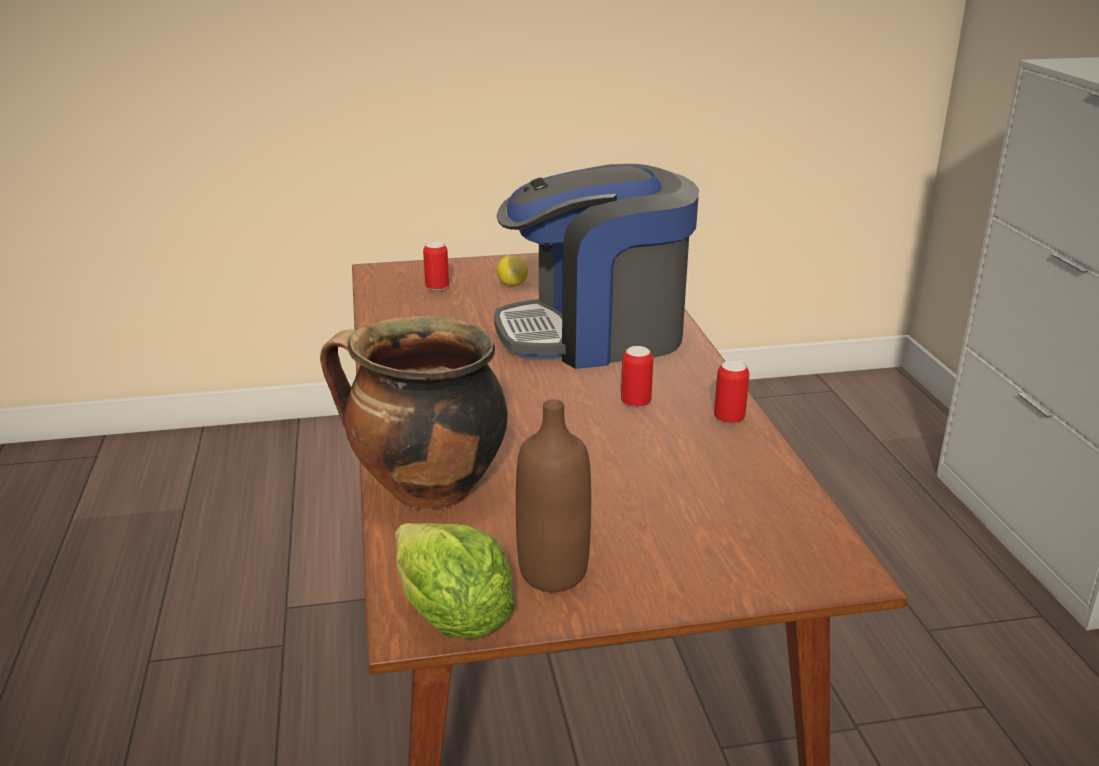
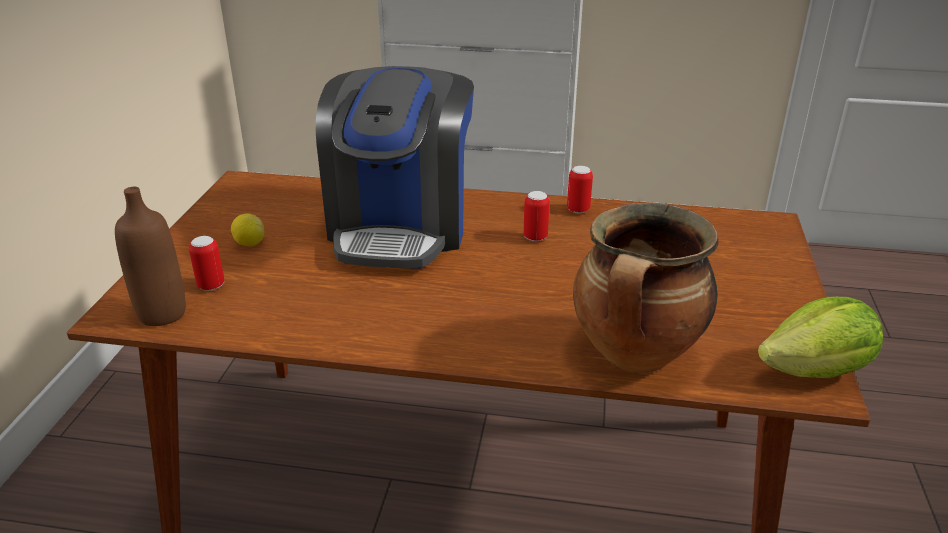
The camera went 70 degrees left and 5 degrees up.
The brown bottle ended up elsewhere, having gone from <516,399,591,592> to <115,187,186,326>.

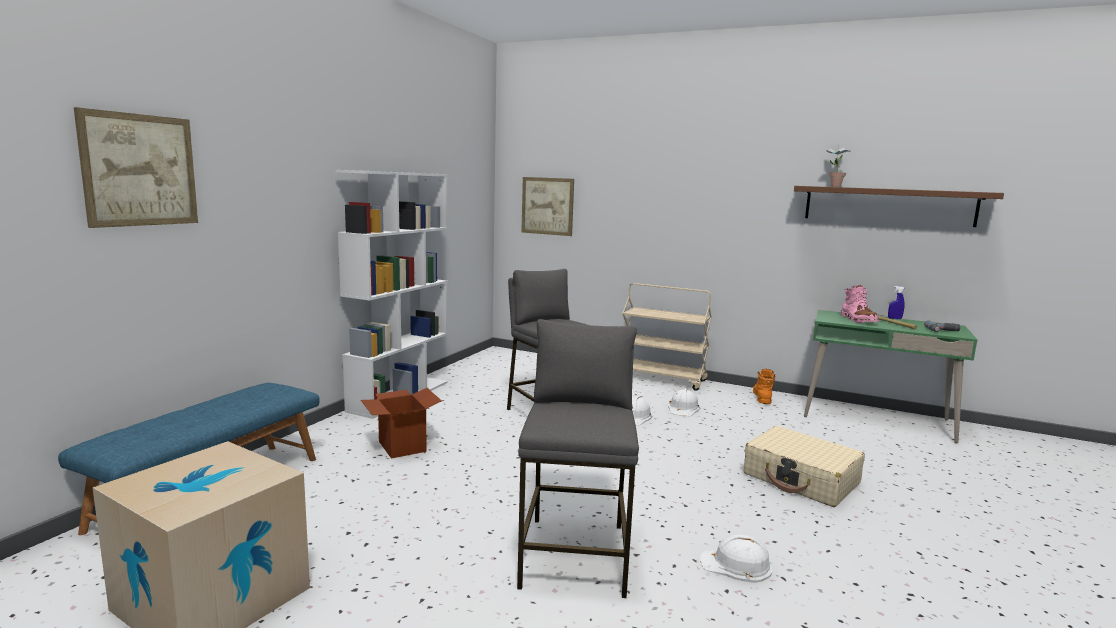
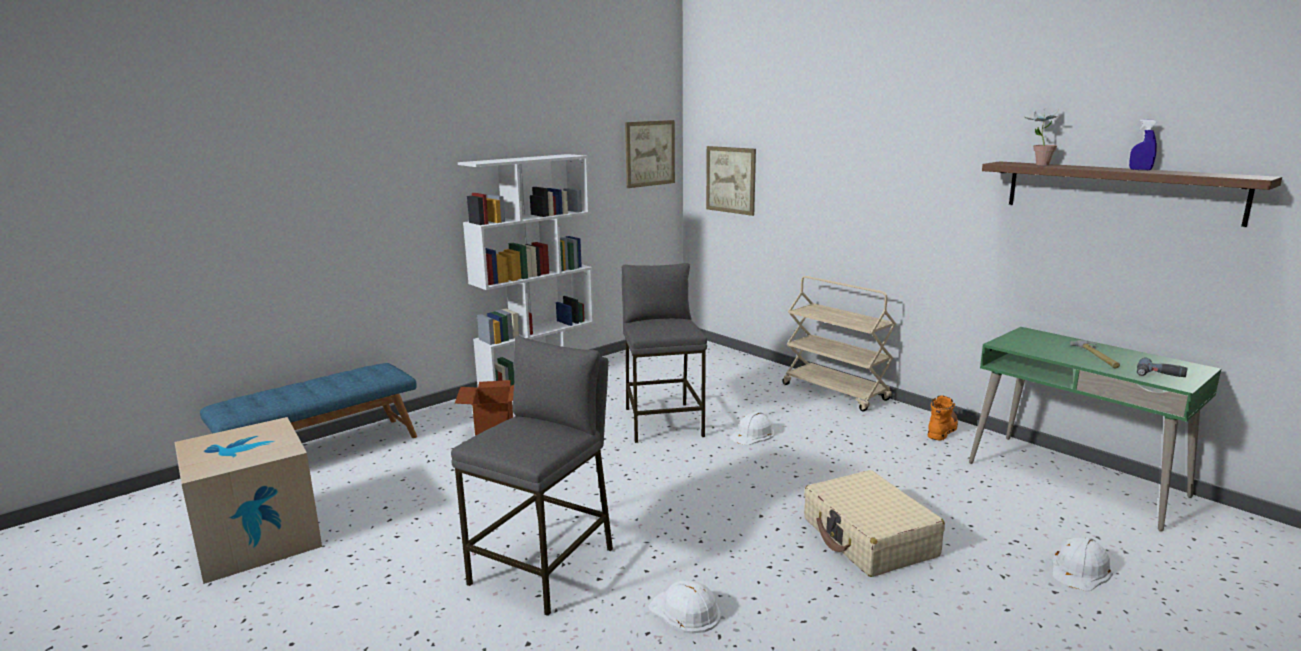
The camera went 25 degrees right and 5 degrees up.
The picture ended up elsewhere, having gone from <74,107,198,228> to <625,120,675,188>.
The second view lost the pink boot at <841,285,879,323>.
The blue spray bottle ended up elsewhere, having gone from <888,286,905,319> to <1129,119,1157,170>.
The white hard hat ended up elsewhere, having gone from <668,389,700,416> to <1052,537,1113,591>.

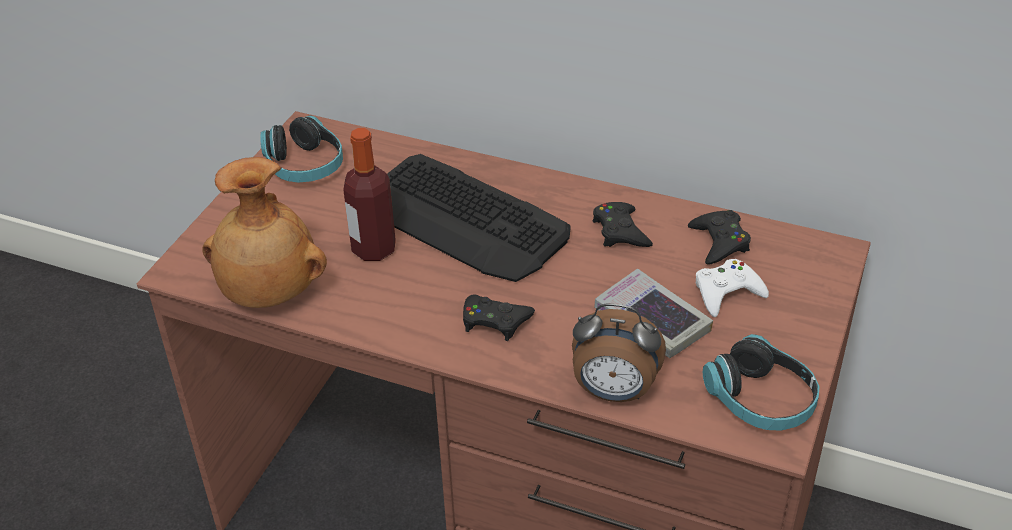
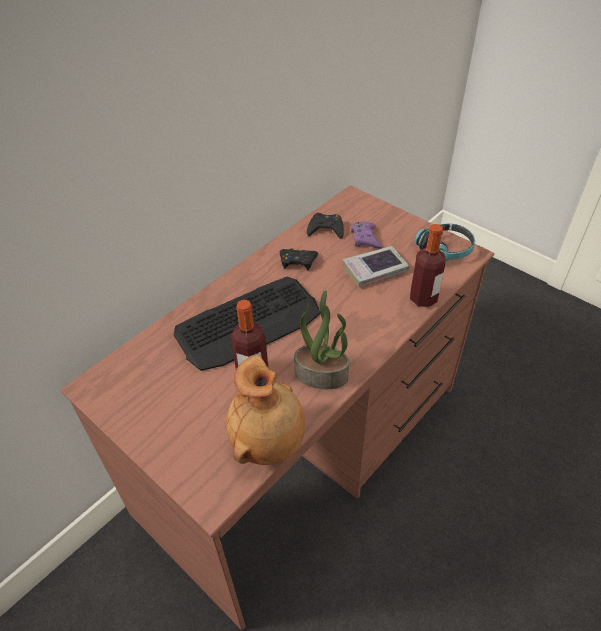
The camera went 70 degrees left and 5 degrees up.
The second view lost the headphones at <260,115,343,183>.
What was the white game controller at <696,259,769,317> turned into the purple game controller at <351,222,383,248>.
The second view lost the black game controller at <463,294,535,341>.
Where the alarm clock stood at <572,304,666,402>, the bottle came to stand at <410,224,445,307>.
The second view gained the potted plant at <294,290,349,389>.

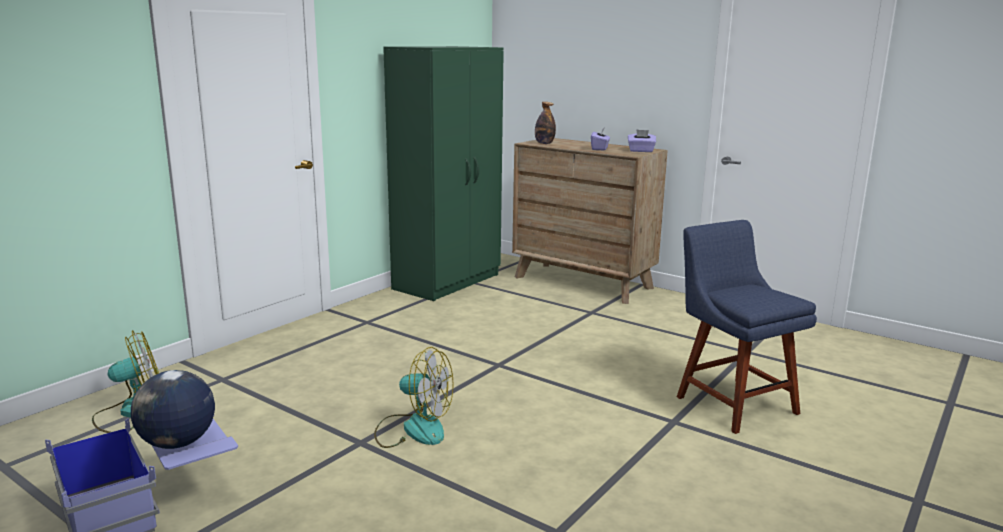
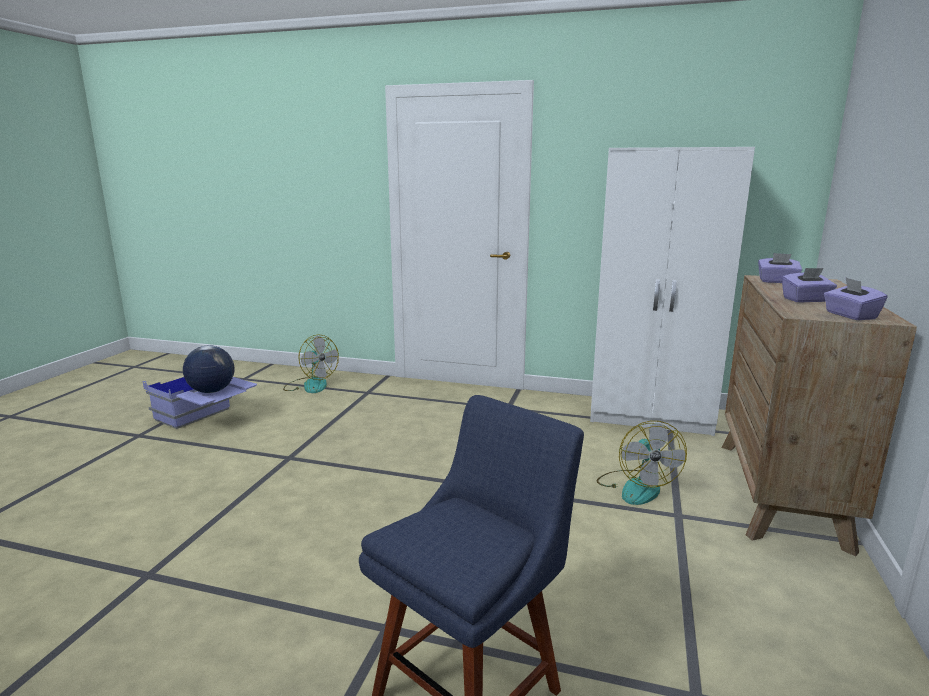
The camera went 70 degrees right and 0 degrees up.
What was the green wardrobe at <383,46,504,301> turned into the white wardrobe at <590,147,755,436>.
Where the bottle stood at <535,102,556,144>, the purple tissue box came to stand at <758,253,802,283>.
The fan ended up elsewhere, having gone from <374,347,454,448> to <597,421,687,505>.

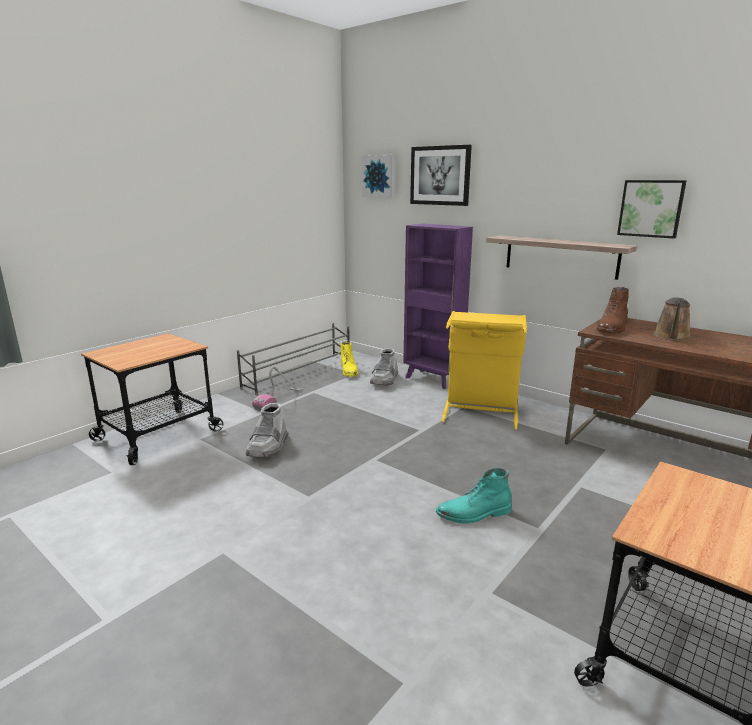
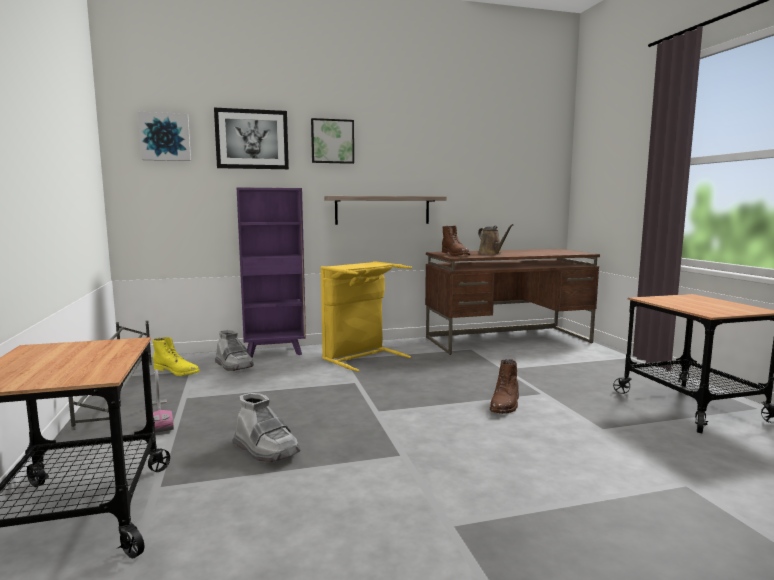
The camera went 55 degrees left and 10 degrees down.
The picture ended up elsewhere, having gone from <617,180,687,239> to <311,118,354,164>.
What was the turquoise boot at <436,468,512,523> turned into the brown boot at <490,359,519,414>.

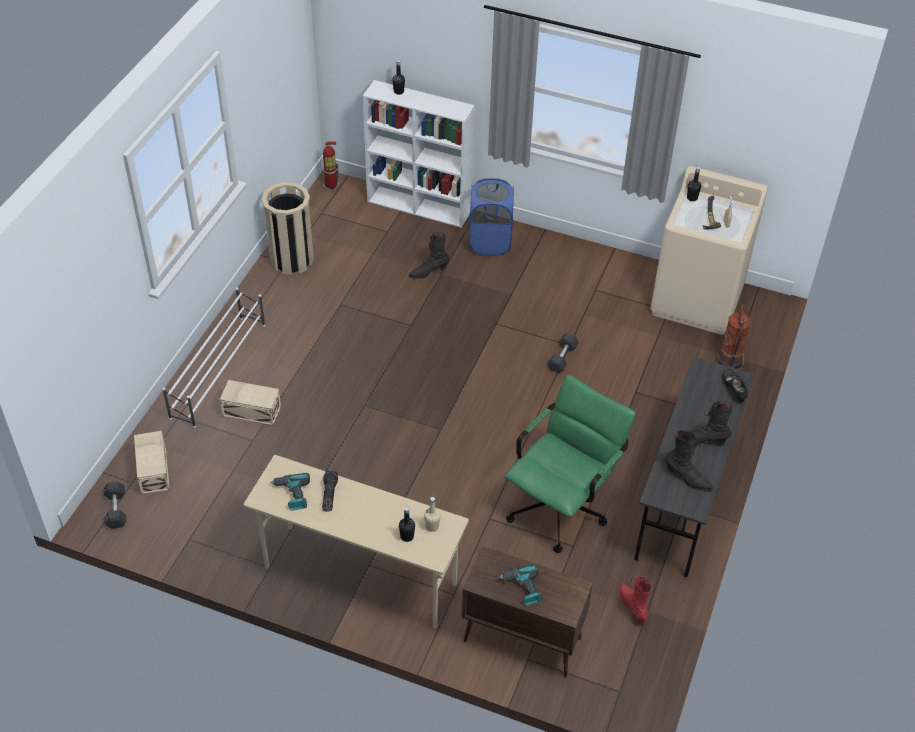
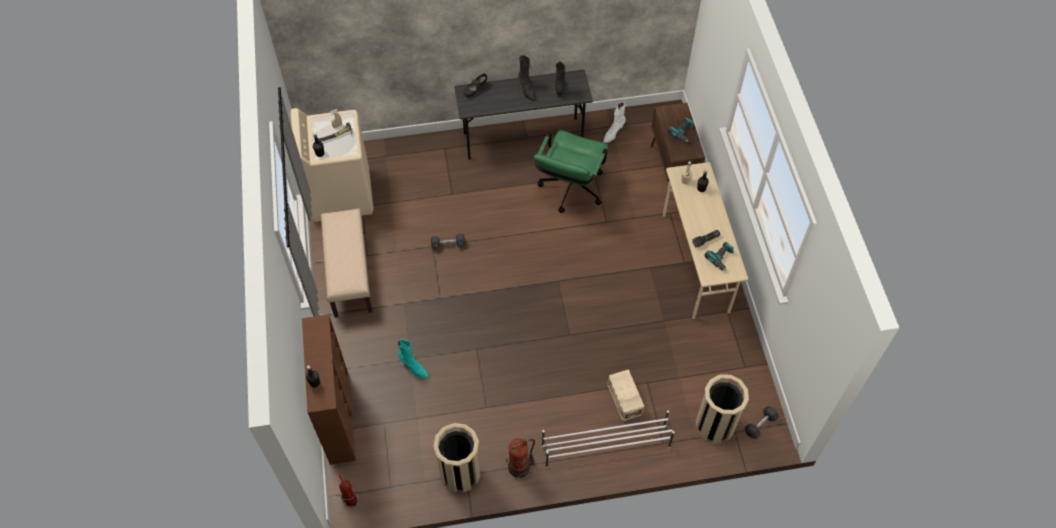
The camera went 120 degrees left and 10 degrees up.
What was the white bookcase at <363,80,475,228> turned into the brown bookcase at <302,315,356,465>.
The second view lost the blue laundry basket at <469,178,514,256>.
What was the black boot at <409,232,449,279> turned into the turquoise boot at <398,340,429,379>.
The fire extinguisher ended up elsewhere, having gone from <716,304,751,370> to <506,438,535,480>.
The green office chair at <505,375,636,553> ended up facing another way, 75 degrees counterclockwise from before.
Where the beige storage box stood at <134,431,170,495>, the beige trash can came to stand at <695,374,749,444>.
What was the red boot at <619,576,652,624> turned into the white boot at <603,102,626,143>.
The second view gained the beige bench at <321,209,373,318>.

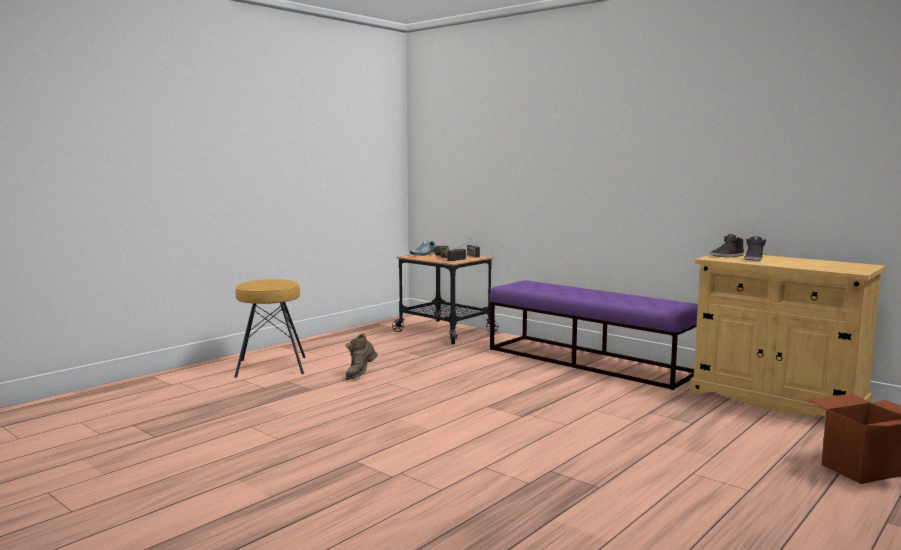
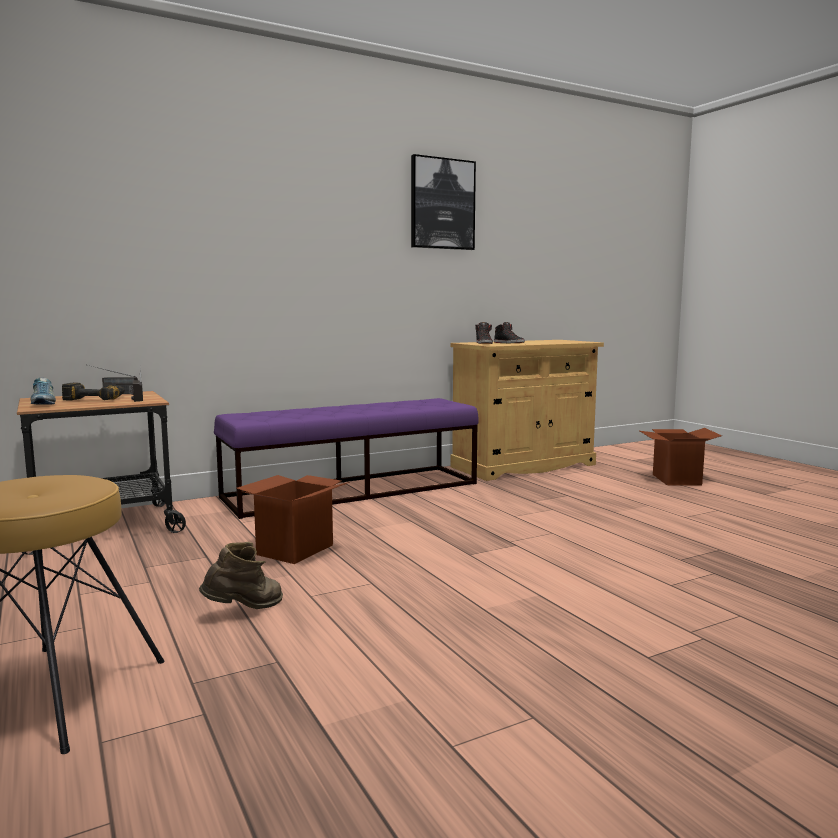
The camera went 70 degrees left and 0 degrees up.
The brown boot at <345,333,378,380> ended up facing another way, 90 degrees counterclockwise from before.
The second view gained the picture at <411,154,476,250>.
The second view gained the cardboard box at <236,475,350,564>.

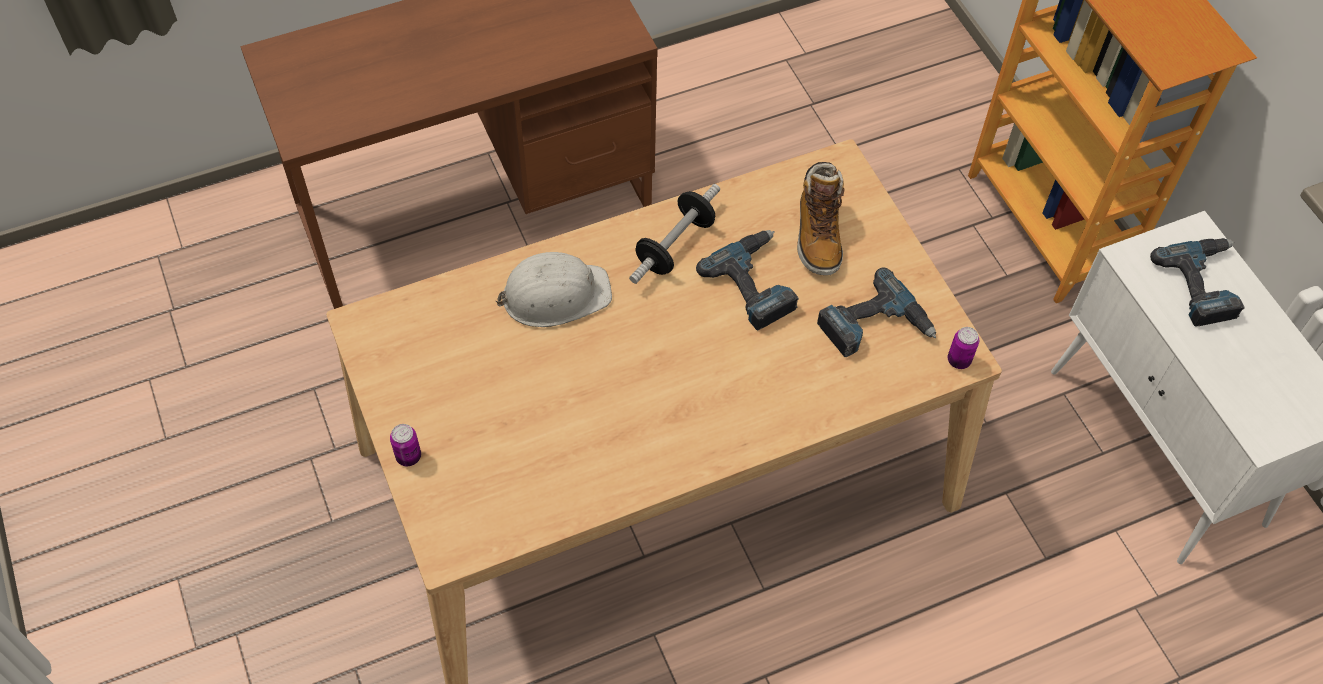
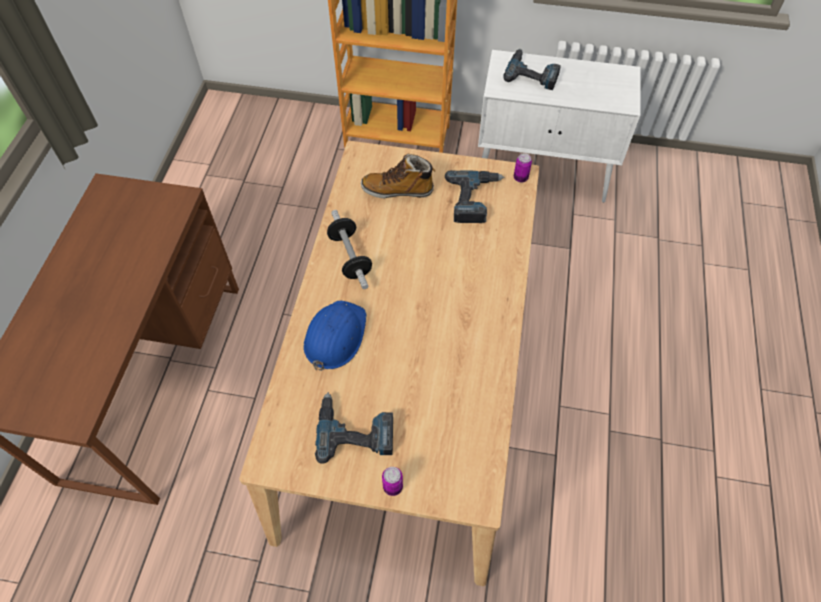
The camera went 55 degrees left and 0 degrees up.
The boot at <797,162,845,275> ended up facing another way, 150 degrees clockwise from before.
The power drill ended up elsewhere, having gone from <696,230,799,330> to <315,392,393,464>.
What was the white hard hat at <496,252,612,327> turned into the blue hard hat at <303,300,366,371>.

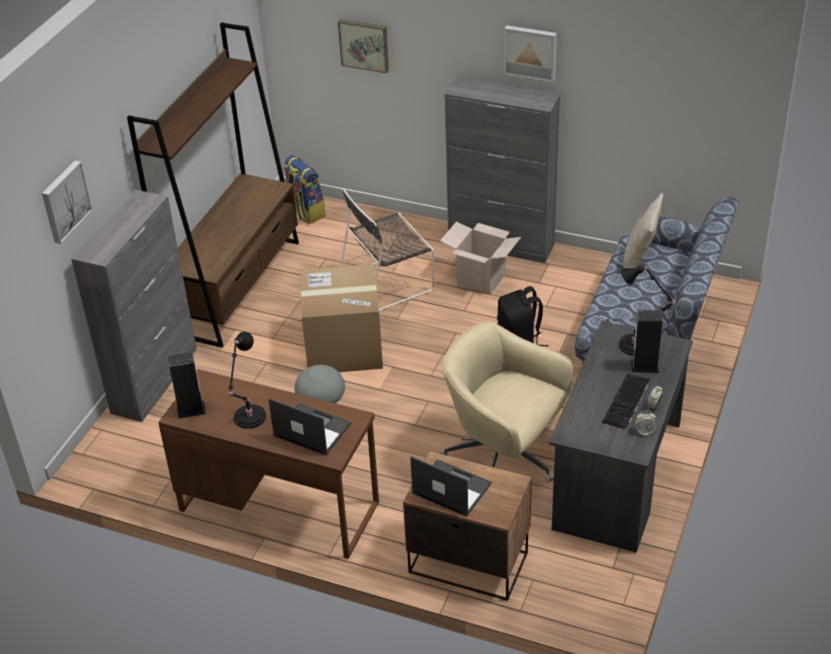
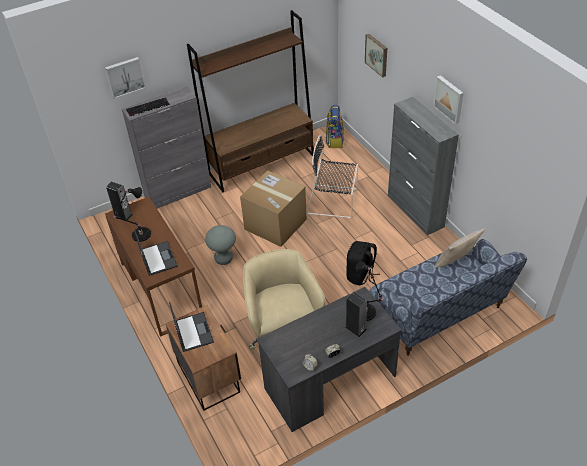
The camera went 40 degrees right and 5 degrees up.
The second view lost the cardboard box at <440,222,521,294>.
The keyboard ended up elsewhere, having gone from <602,373,650,429> to <126,98,170,117>.

